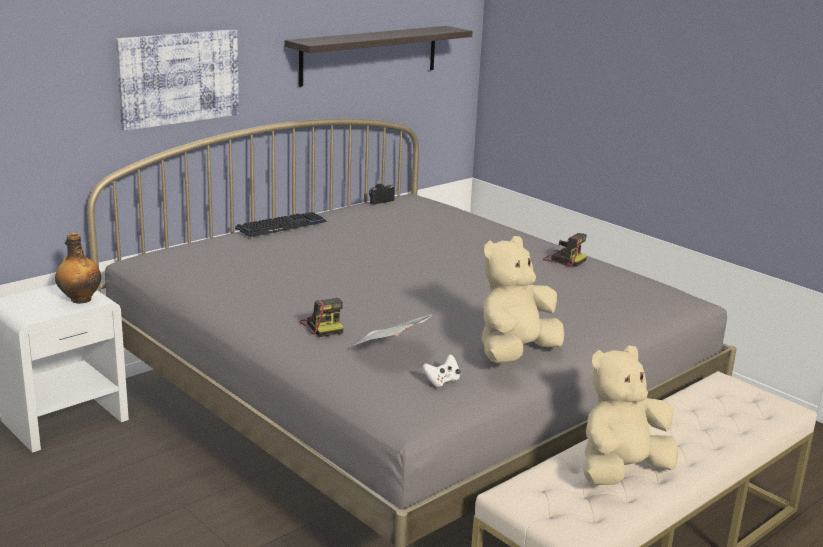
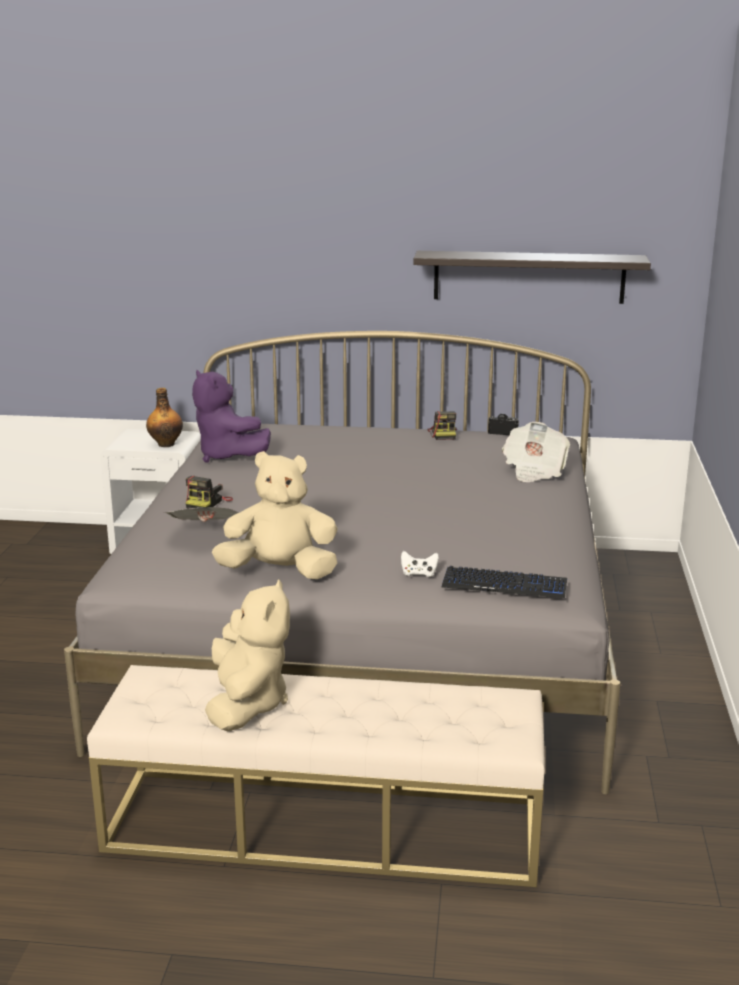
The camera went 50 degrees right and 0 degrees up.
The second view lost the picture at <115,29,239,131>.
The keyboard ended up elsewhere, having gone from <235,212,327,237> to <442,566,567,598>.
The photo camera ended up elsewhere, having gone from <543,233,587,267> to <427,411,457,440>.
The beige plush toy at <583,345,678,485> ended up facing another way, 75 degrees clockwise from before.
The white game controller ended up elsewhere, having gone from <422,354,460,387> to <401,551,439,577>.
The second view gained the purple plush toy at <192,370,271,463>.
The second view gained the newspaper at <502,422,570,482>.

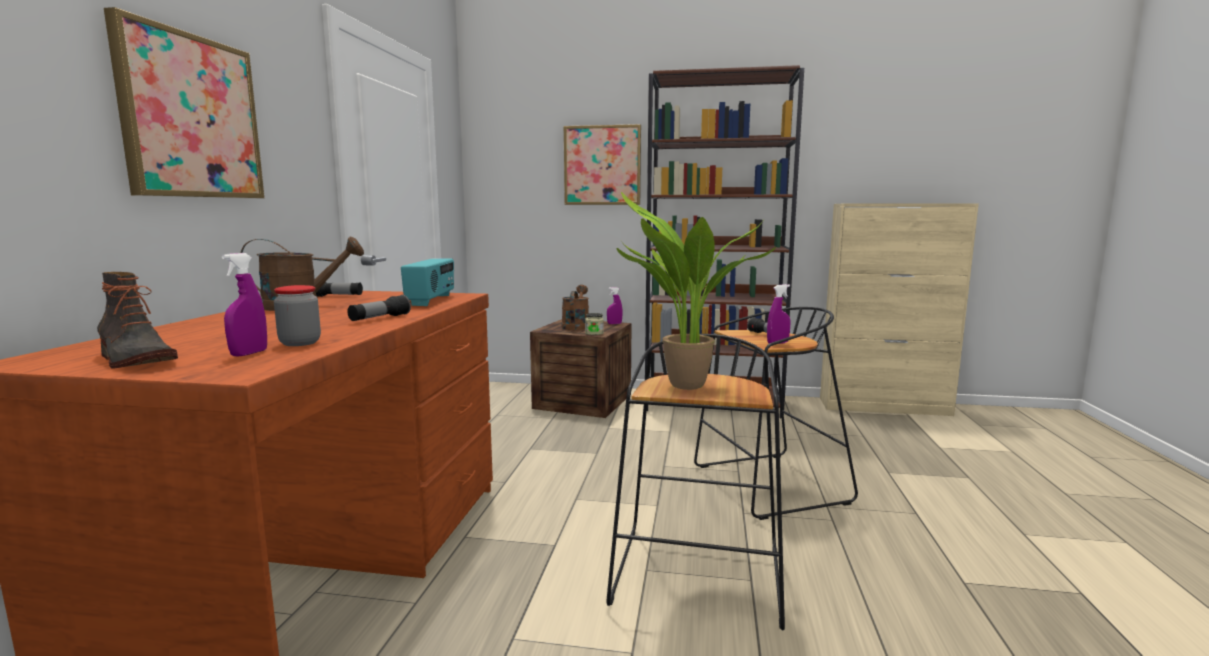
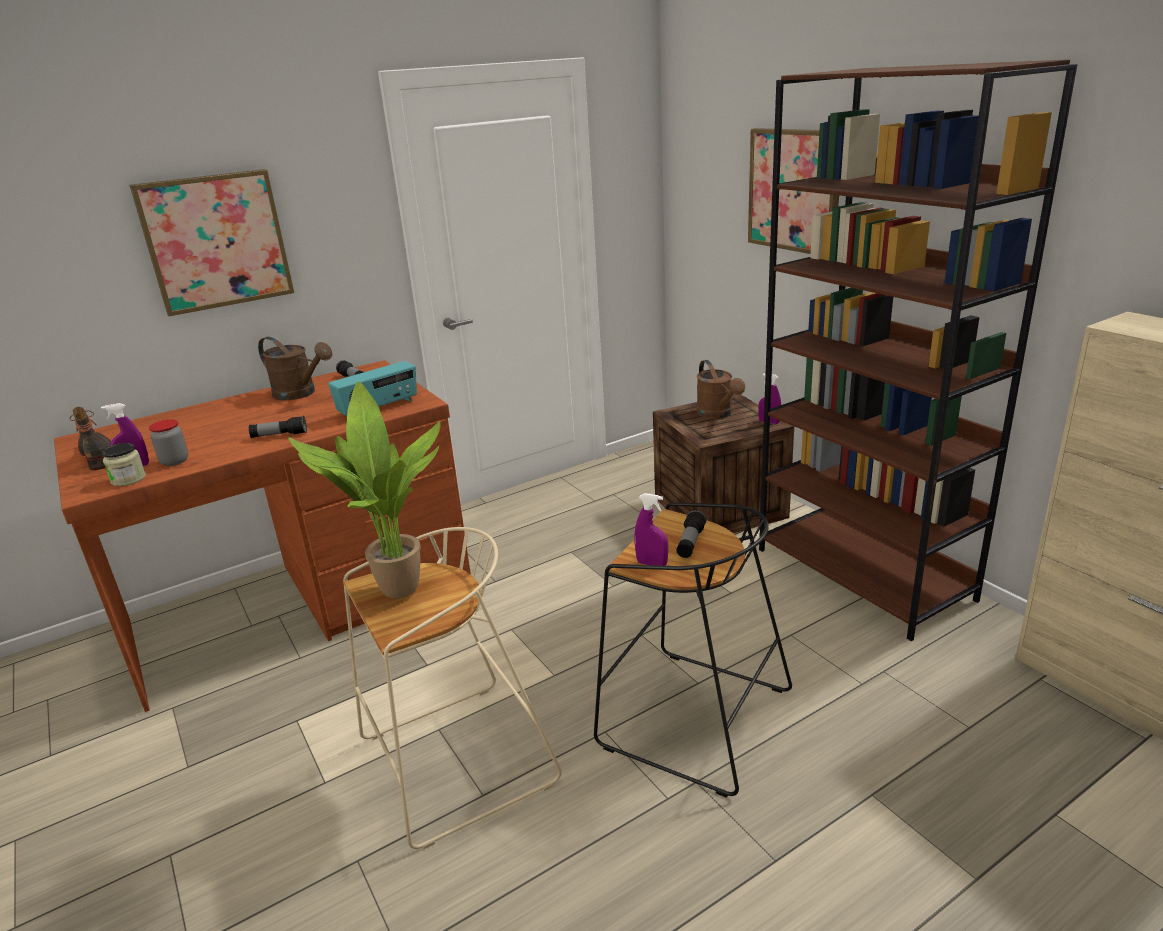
The camera went 50 degrees right and 15 degrees up.
The boot at <97,272,178,369> ended up facing another way, 150 degrees clockwise from before.
The brown watering can at <562,285,589,330> ended up facing another way, 105 degrees clockwise from before.
The jar ended up elsewhere, having gone from <585,313,604,335> to <102,443,146,486>.
What was the black stool at <607,334,785,630> turned into the beige stool at <343,527,562,849>.

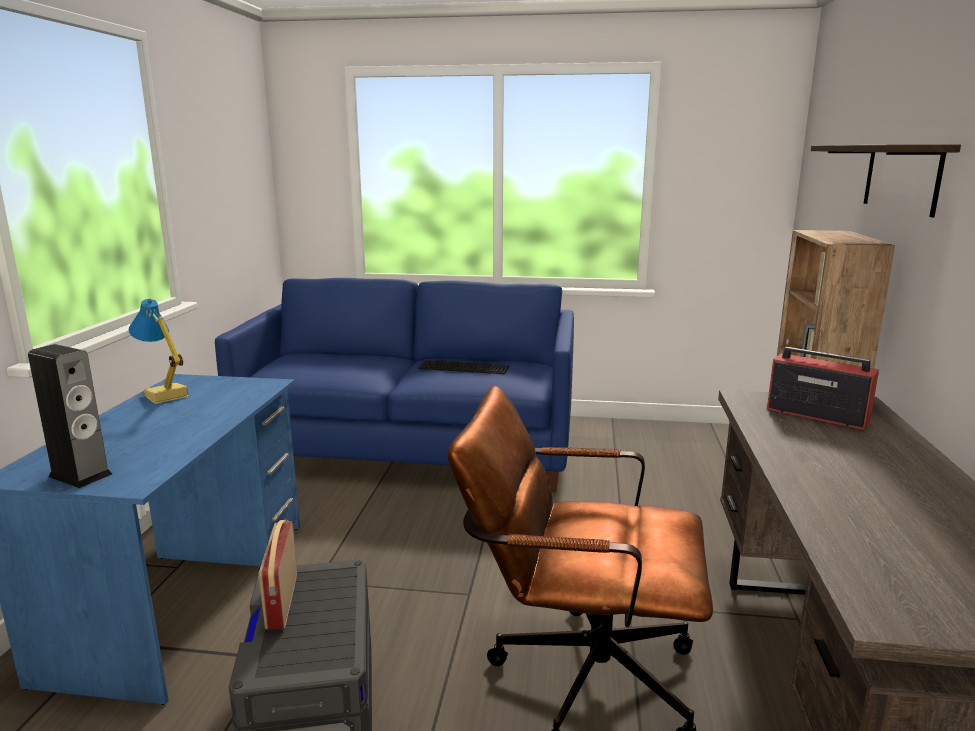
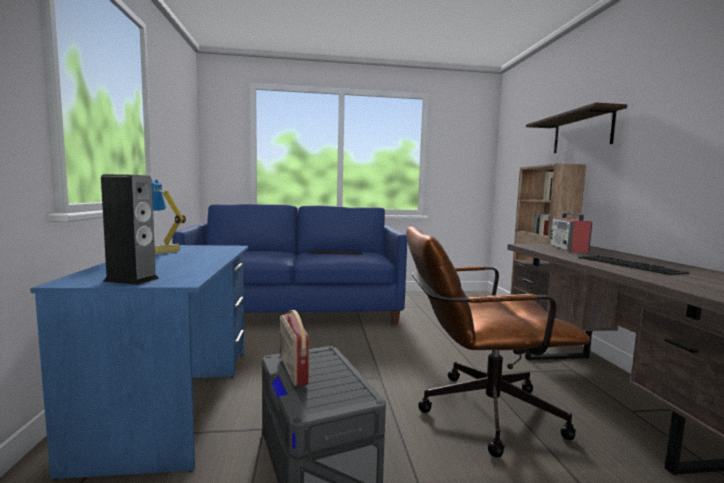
The camera went 15 degrees left and 10 degrees down.
The radio at <767,339,879,430> ended up facing another way, 105 degrees counterclockwise from before.
The second view gained the keyboard at <578,255,690,275>.

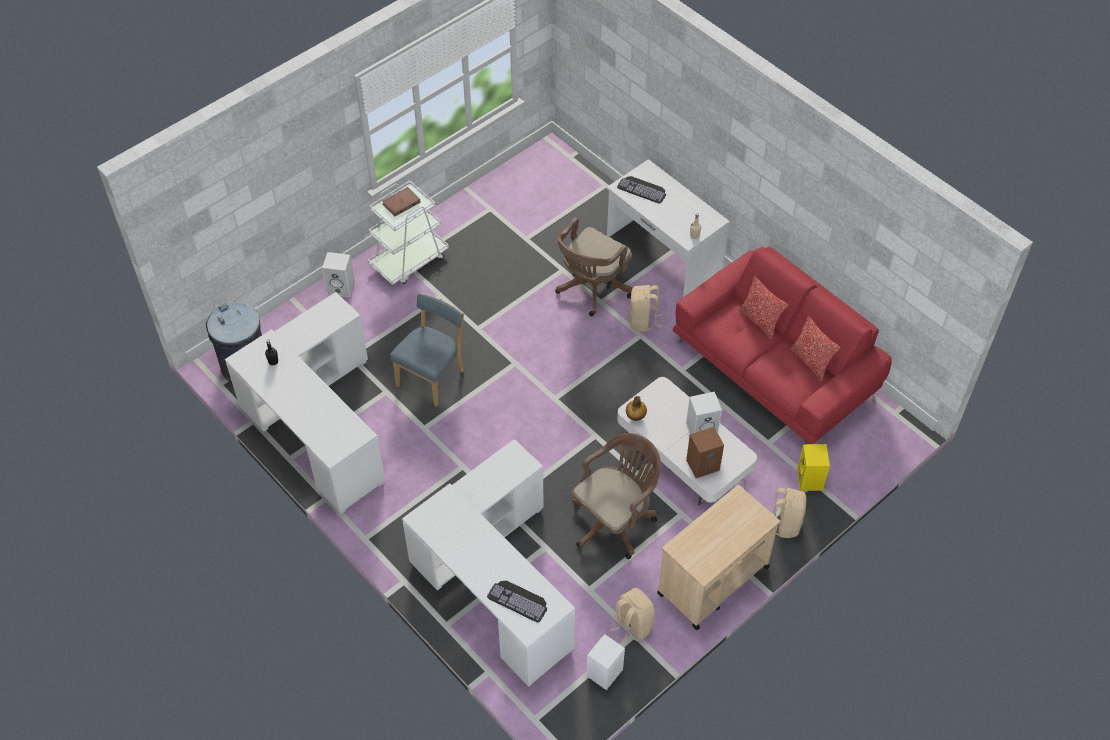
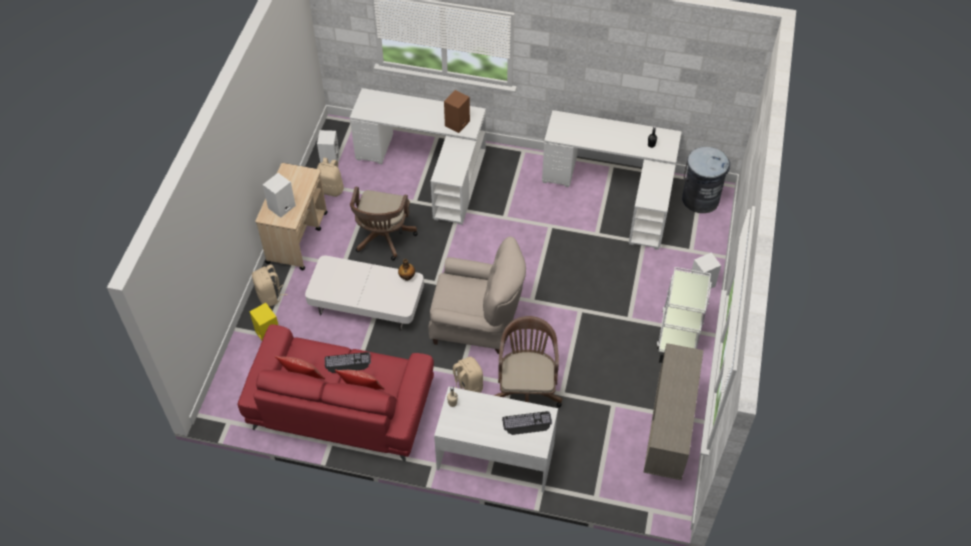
The camera went 145 degrees right and 0 degrees up.
The second view lost the brown book at <382,187,421,217>.
The second view lost the blue chair at <390,293,464,407>.
The white speaker ended up elsewhere, having gone from <686,392,722,434> to <263,173,296,218>.
The brown speaker ended up elsewhere, having gone from <686,427,724,478> to <444,90,470,133>.
The keyboard ended up elsewhere, having gone from <487,581,547,622> to <325,352,371,373>.
The second view gained the beige armchair at <429,236,526,354>.
The second view gained the beige cabinet at <643,343,704,480>.

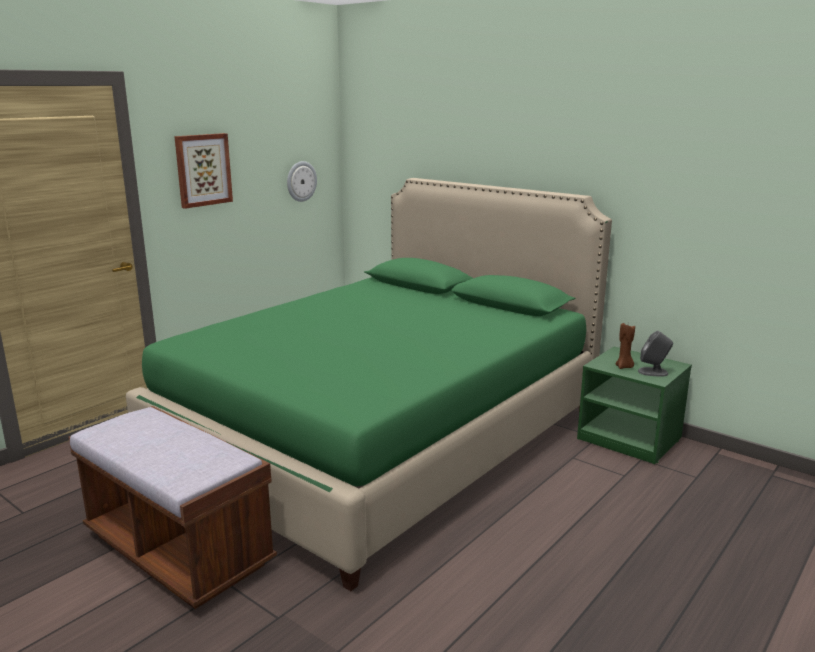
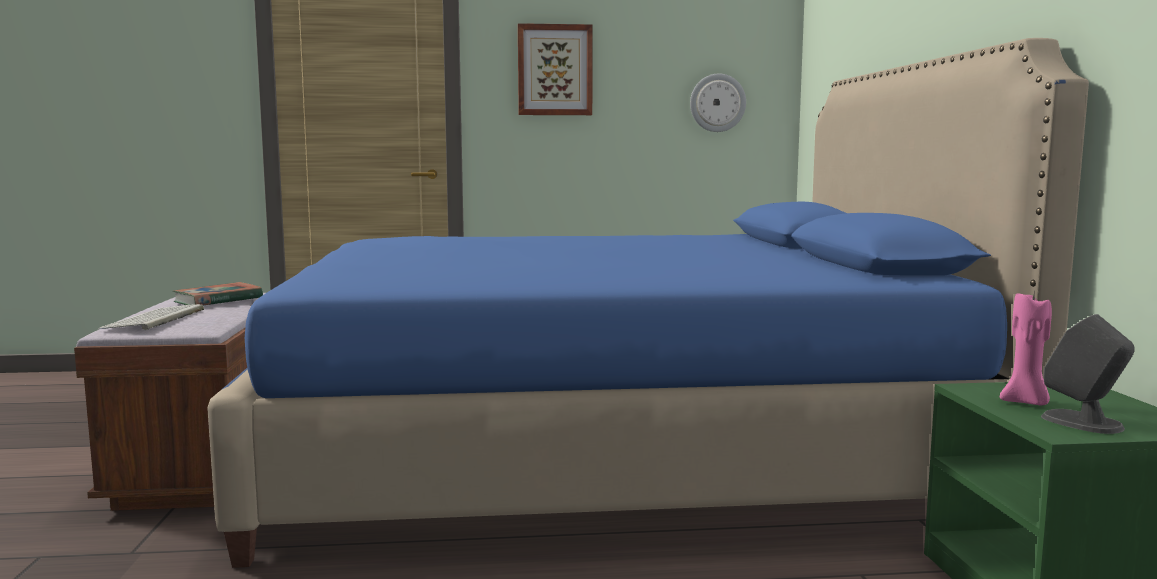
The camera went 45 degrees right and 10 degrees down.
What was the green bed at <126,178,612,591> turned into the blue bed at <207,38,1089,568>.
What was the brown candle at <615,323,635,369> turned into the pink candle at <1000,293,1052,405>.
The second view gained the book at <173,282,263,305>.
The second view gained the keyboard at <98,304,204,330>.

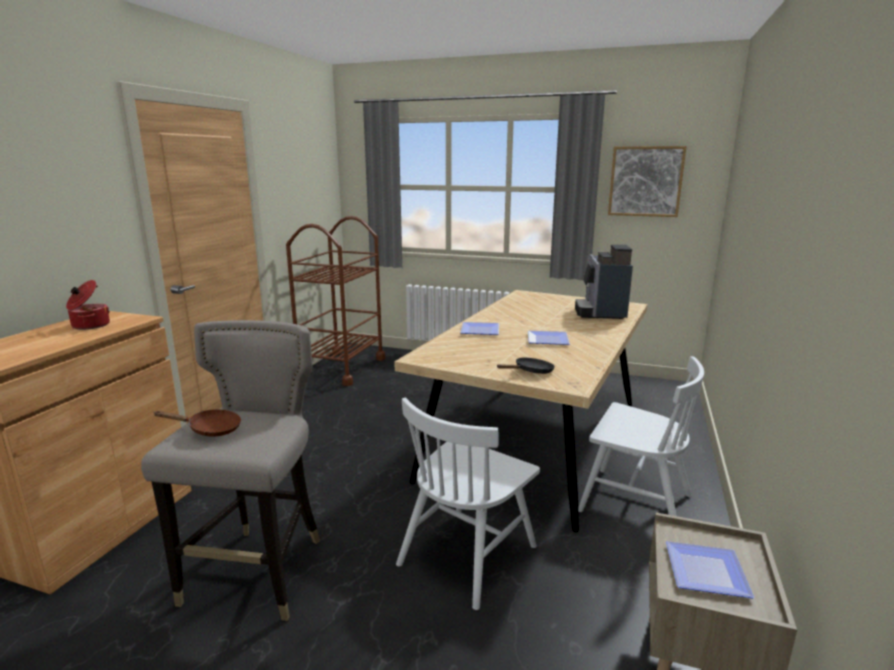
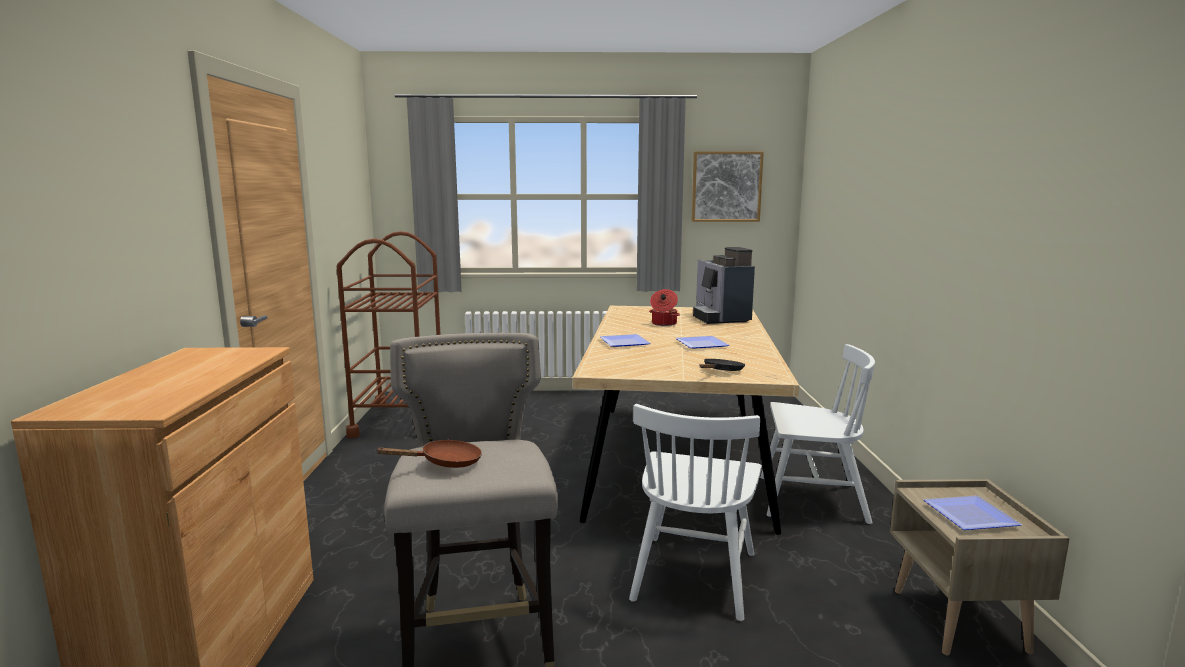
The camera went 20 degrees left and 5 degrees down.
The cooking pot ended up elsewhere, having gone from <66,280,110,330> to <649,289,680,326>.

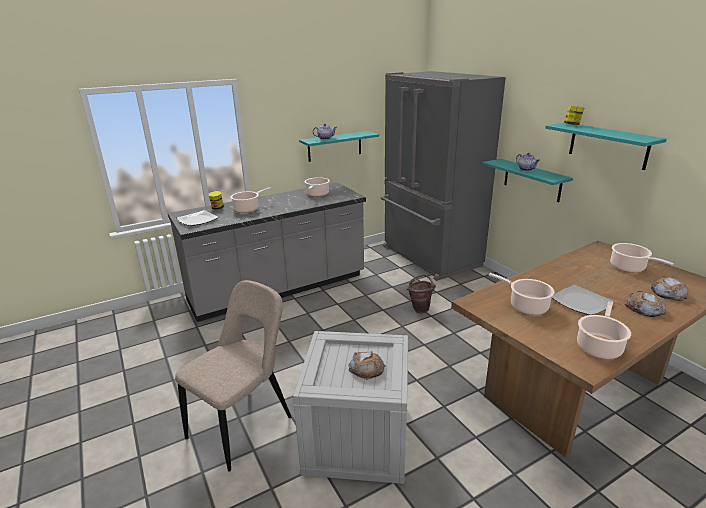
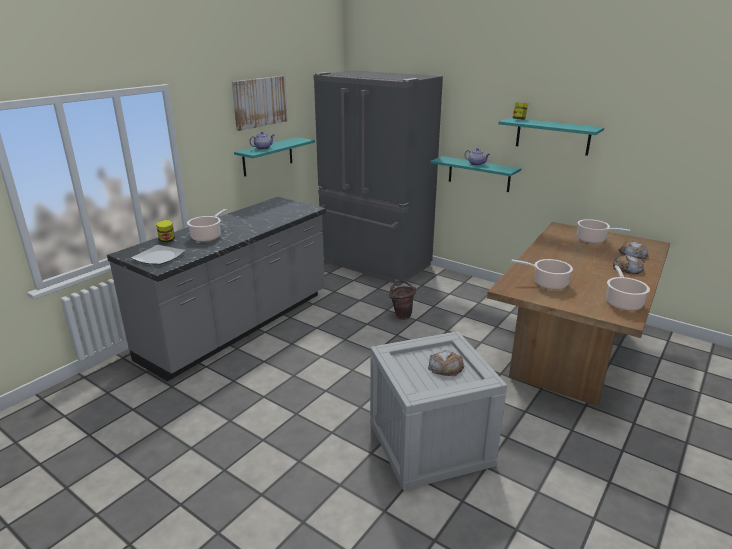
The camera went 25 degrees left and 0 degrees up.
The second view lost the cooking pot at <304,177,330,197>.
The second view lost the beige chair at <175,280,291,472>.
The second view lost the plate at <552,285,614,315>.
The second view gained the picture at <232,76,288,131>.

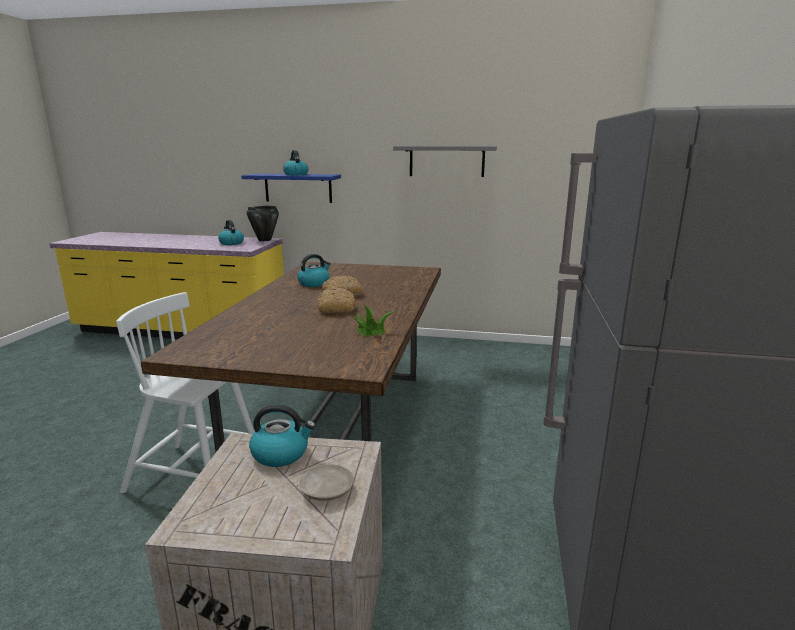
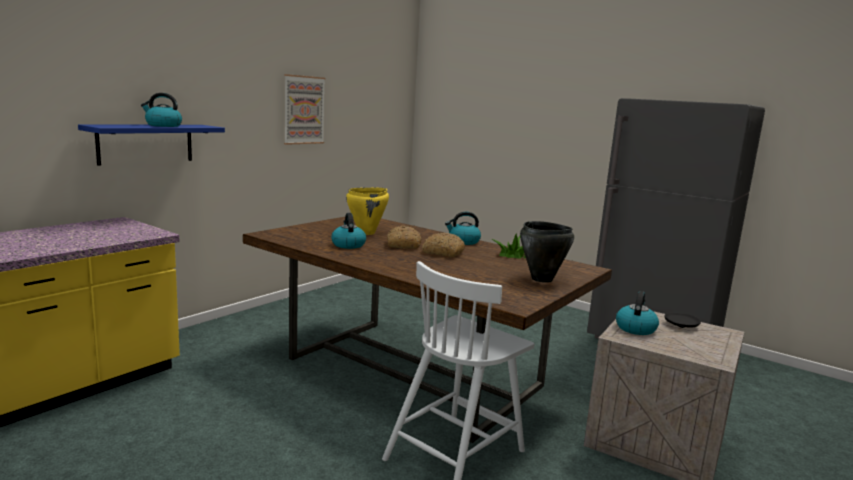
The camera went 65 degrees left and 5 degrees down.
Where the grey shelf hung at <393,146,497,177>, the picture came to hang at <284,74,325,145>.
The black cooking pot ended up elsewhere, having gone from <247,206,279,241> to <520,221,574,283>.
The kettle ended up elsewhere, having gone from <218,220,244,245> to <445,212,481,245>.
What was the beige plate at <299,464,354,501> turned into the black plate at <664,312,701,328>.
The second view gained the yellow cooking pot at <346,188,389,235>.

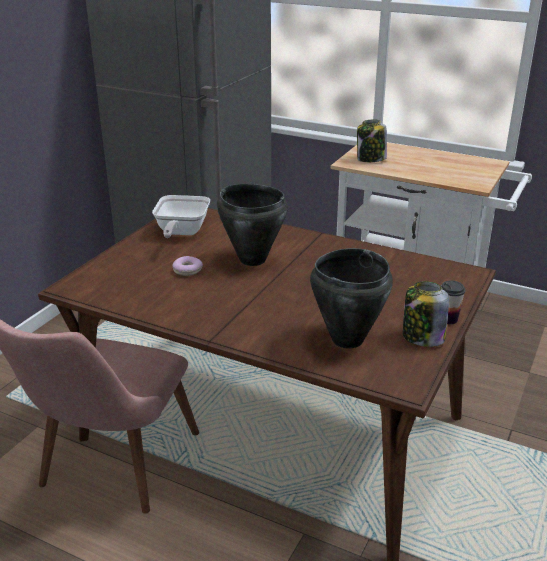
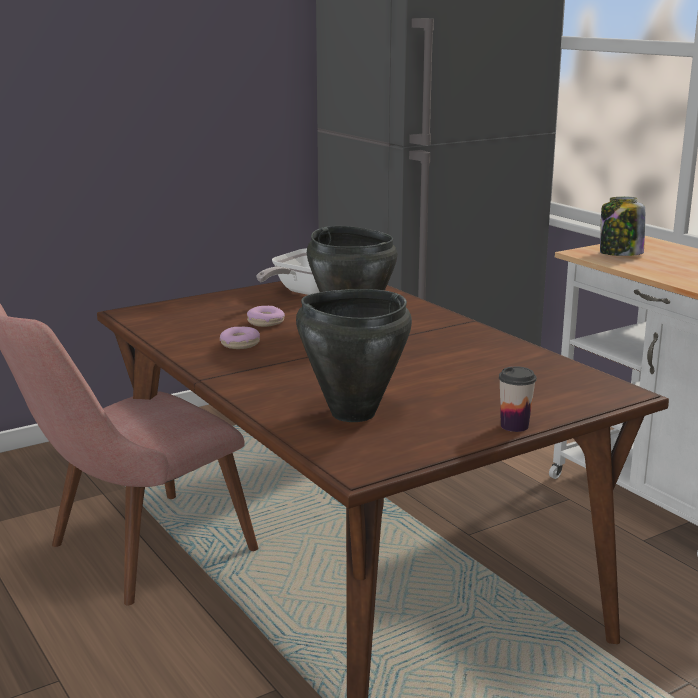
The camera went 30 degrees right and 10 degrees down.
The second view lost the jar at <403,281,449,347>.
The second view gained the donut at <220,327,260,349>.

